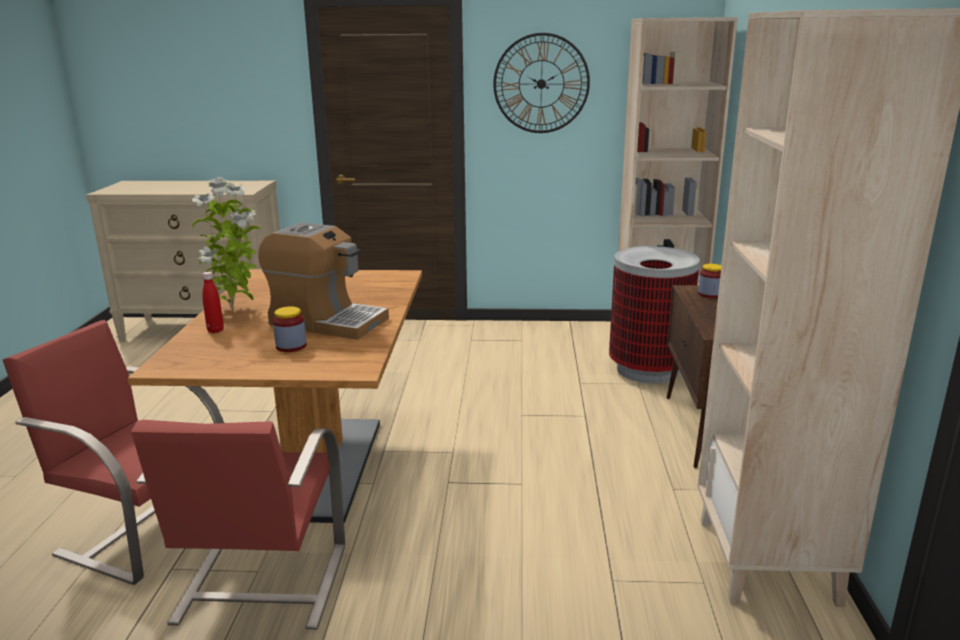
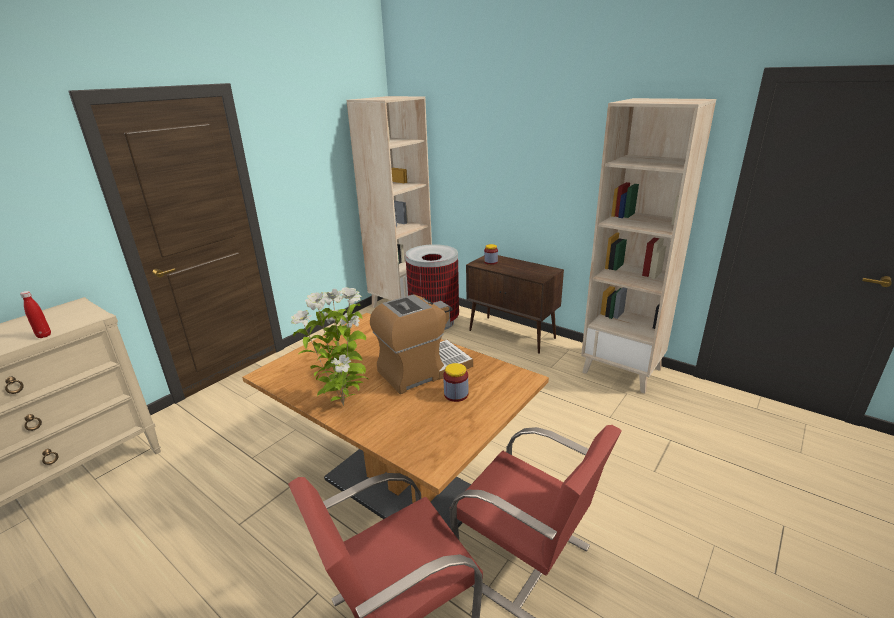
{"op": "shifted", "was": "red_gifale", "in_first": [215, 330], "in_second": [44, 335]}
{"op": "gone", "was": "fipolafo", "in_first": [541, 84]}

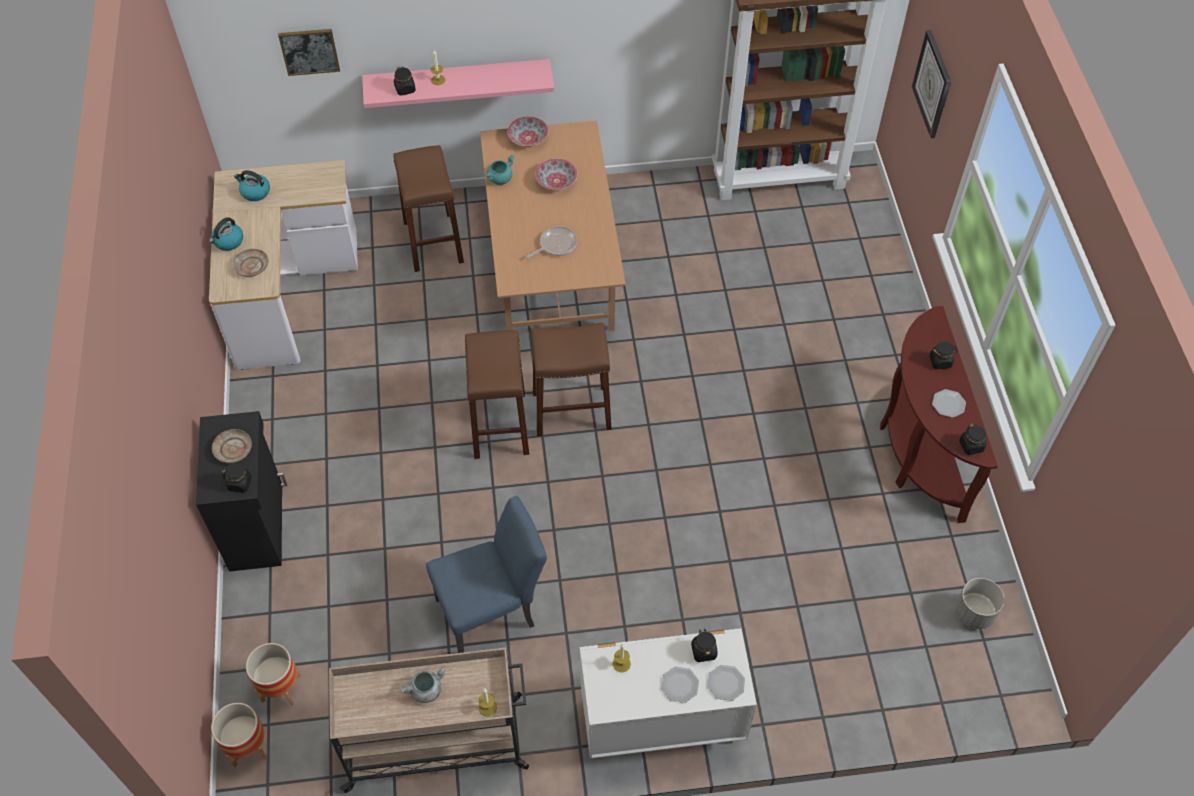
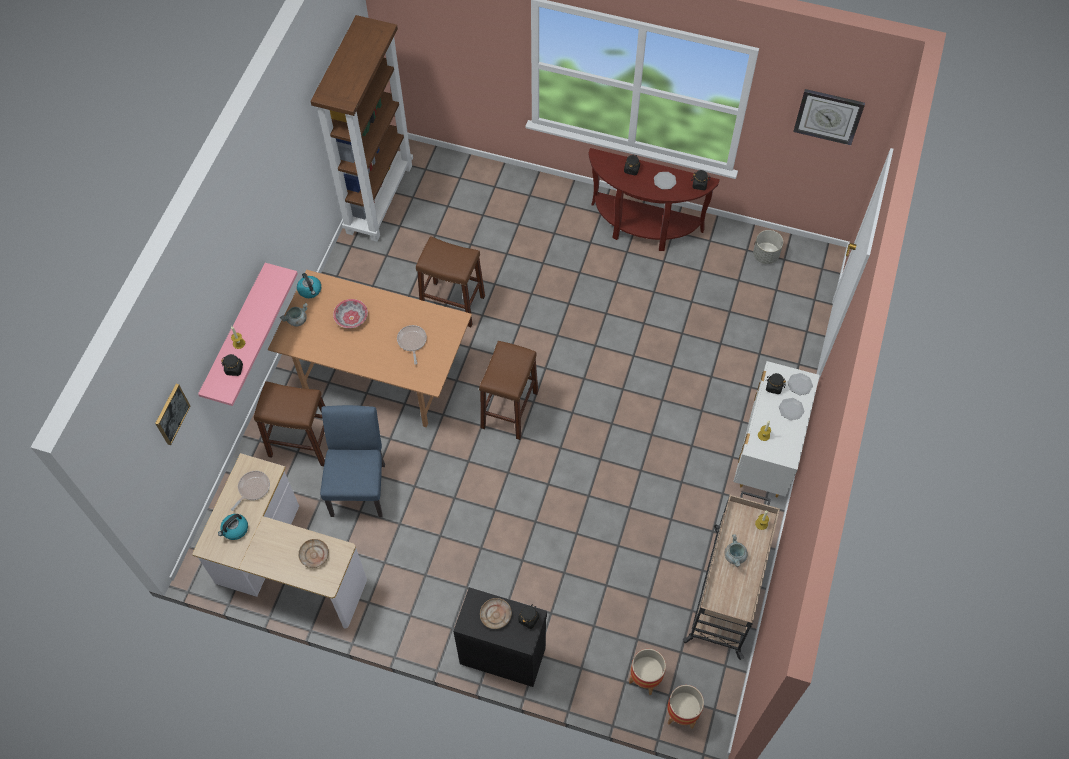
{"op": "shifted", "was": "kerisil", "in_first": [228, 242], "in_second": [310, 290]}
{"op": "shifted", "was": "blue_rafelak", "in_first": [493, 610], "in_second": [359, 484]}
{"op": "shifted", "was": "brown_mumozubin", "in_first": [500, 425], "in_second": [453, 304]}
{"op": "gone", "was": "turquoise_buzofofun", "in_first": [500, 178]}
{"op": "swapped", "was": "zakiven", "now": "grey_buzofofun", "in_first": [528, 139], "in_second": [297, 320]}
{"op": "shifted", "was": "fipolafo", "in_first": [932, 84], "in_second": [828, 116]}
{"op": "new", "now": "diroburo", "in_second": [252, 488]}

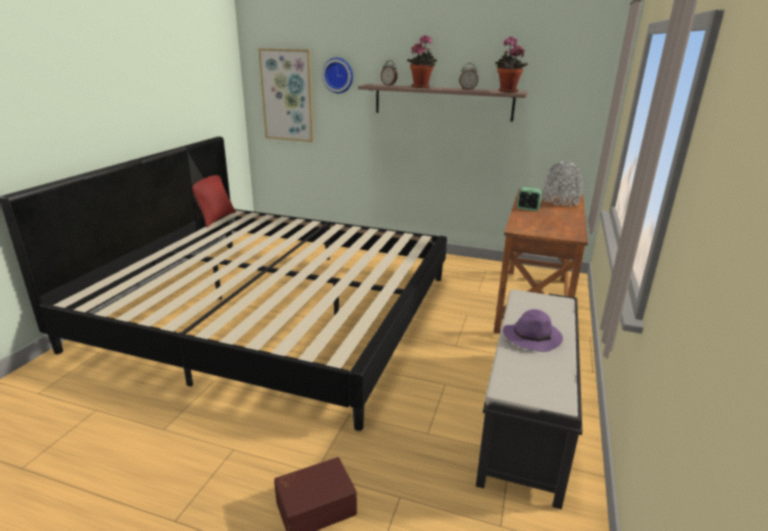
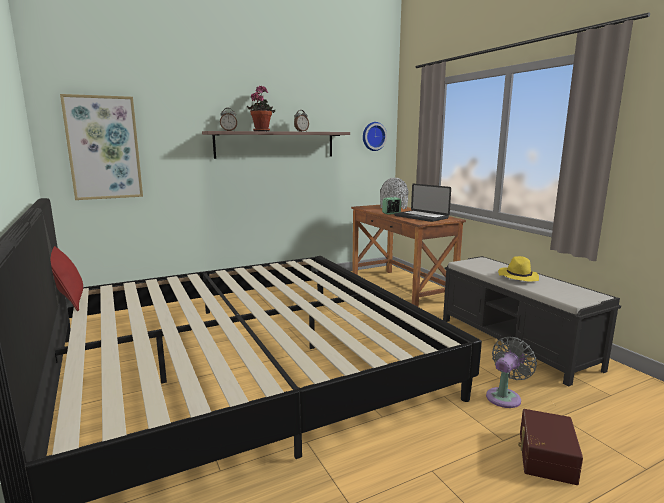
{"op": "shifted", "was": "fipolafo", "in_first": [338, 75], "in_second": [373, 136]}
{"op": "gone", "was": "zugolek", "in_first": [506, 91]}
{"op": "repainted", "was": "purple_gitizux", "now": "yellow_gitizux", "in_first": [532, 337], "in_second": [518, 277]}
{"op": "new", "now": "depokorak", "in_second": [421, 217]}
{"op": "new", "now": "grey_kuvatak", "in_second": [505, 396]}

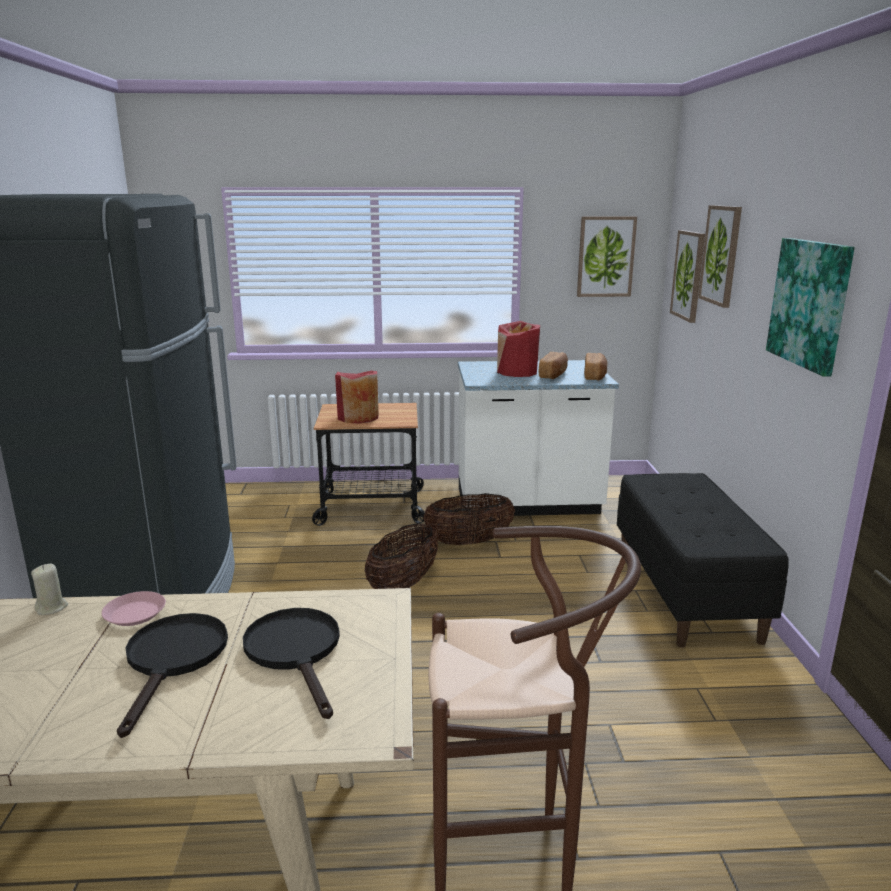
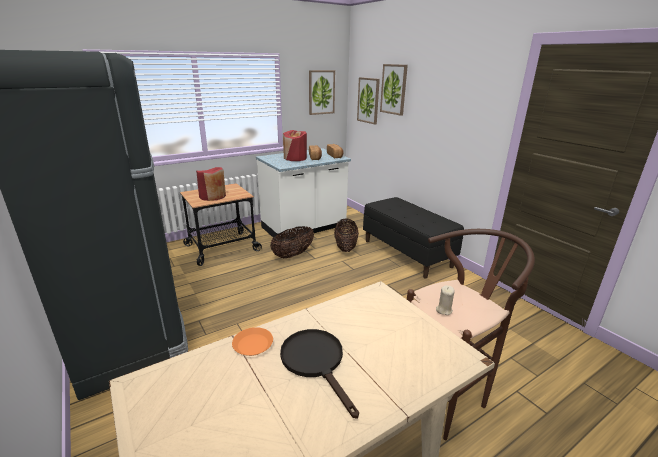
{"op": "shifted", "was": "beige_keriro", "in_first": [52, 608], "in_second": [443, 310]}
{"op": "repainted", "was": "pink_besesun", "now": "orange_besesun", "in_first": [134, 613], "in_second": [252, 344]}
{"op": "gone", "was": "black_diroburo", "in_first": [296, 652]}
{"op": "shifted", "was": "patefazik", "in_first": [403, 584], "in_second": [345, 247]}
{"op": "gone", "was": "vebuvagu", "in_first": [810, 303]}

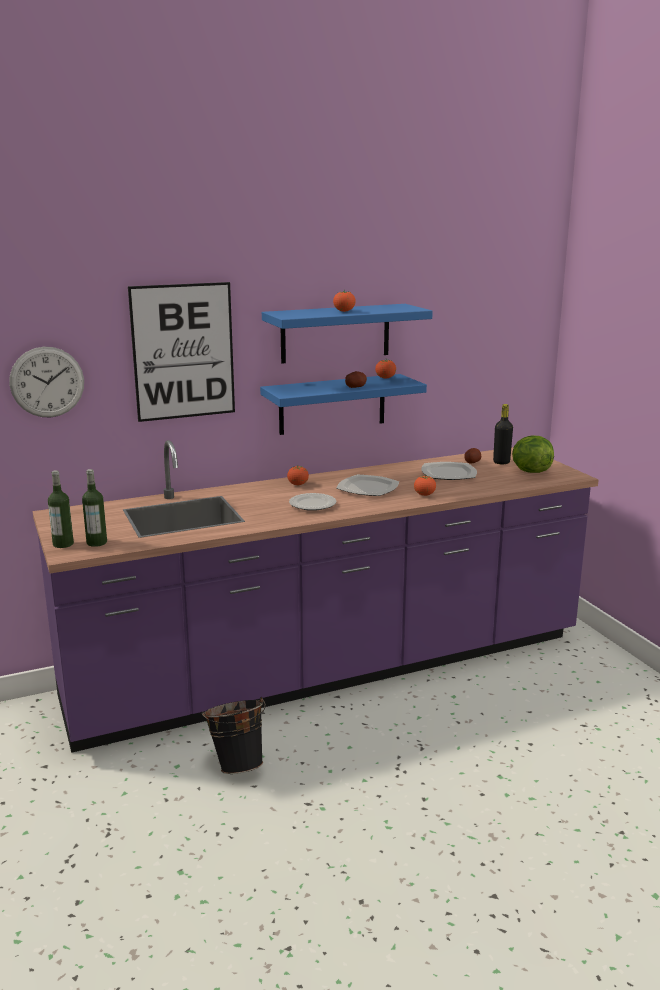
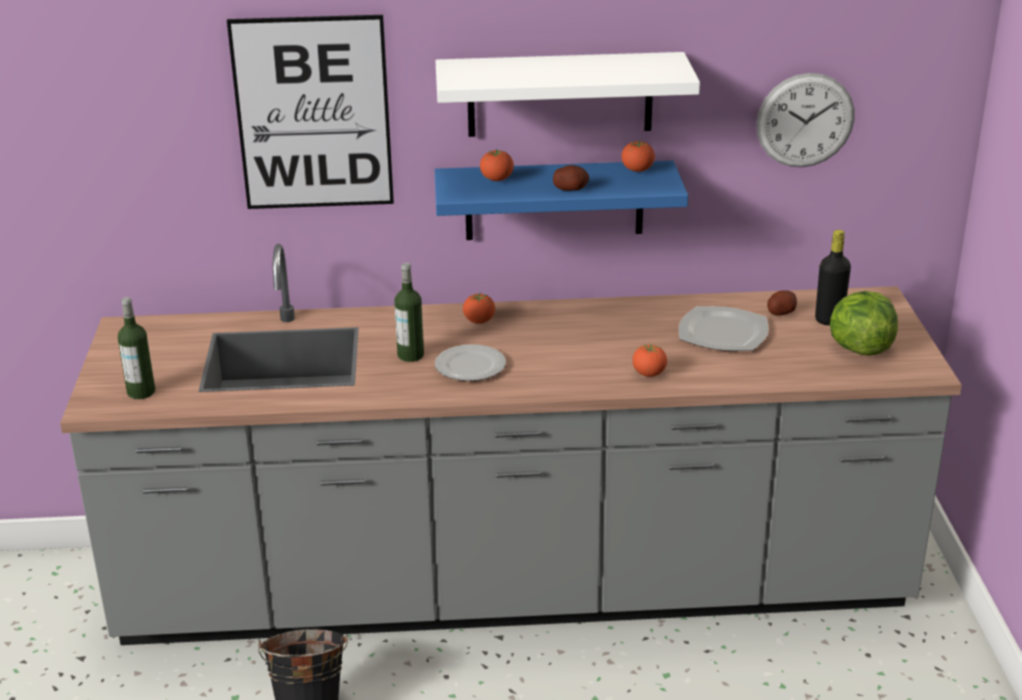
{"op": "shifted", "was": "fipolafo", "in_first": [47, 382], "in_second": [805, 120]}
{"op": "repainted", "was": "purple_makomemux", "now": "grey_makomemux", "in_first": [330, 670], "in_second": [514, 589]}
{"op": "shifted", "was": "gifale", "in_first": [63, 544], "in_second": [410, 355]}
{"op": "repainted", "was": "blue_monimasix", "now": "white_monimasix", "in_first": [335, 333], "in_second": [560, 94]}
{"op": "shifted", "was": "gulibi", "in_first": [344, 311], "in_second": [497, 180]}
{"op": "gone", "was": "besesun", "in_first": [367, 488]}

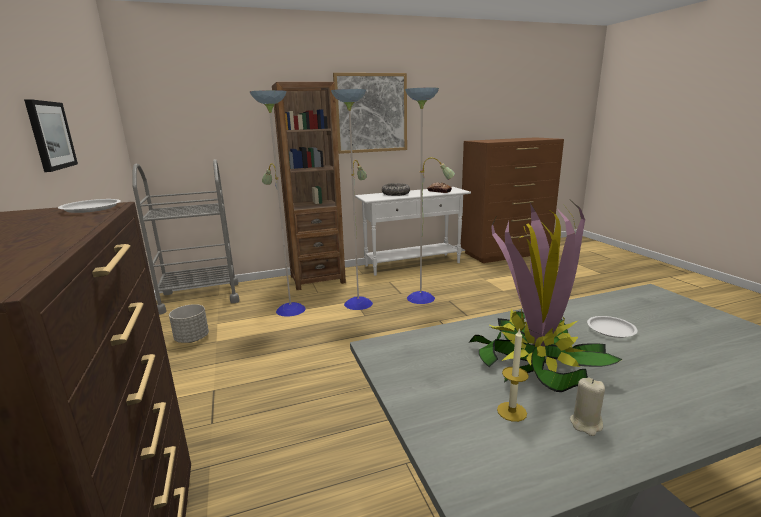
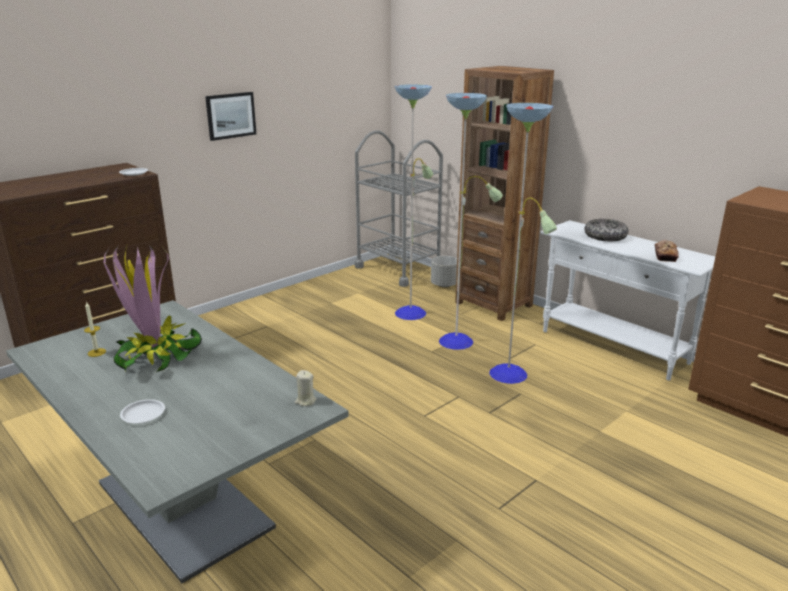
{"op": "shifted", "was": "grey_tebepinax", "in_first": [192, 339], "in_second": [444, 285]}
{"op": "gone", "was": "vebuvagu", "in_first": [371, 113]}
{"op": "shifted", "was": "beige_keriro", "in_first": [586, 424], "in_second": [305, 401]}
{"op": "shifted", "was": "white_besesun", "in_first": [611, 329], "in_second": [143, 414]}

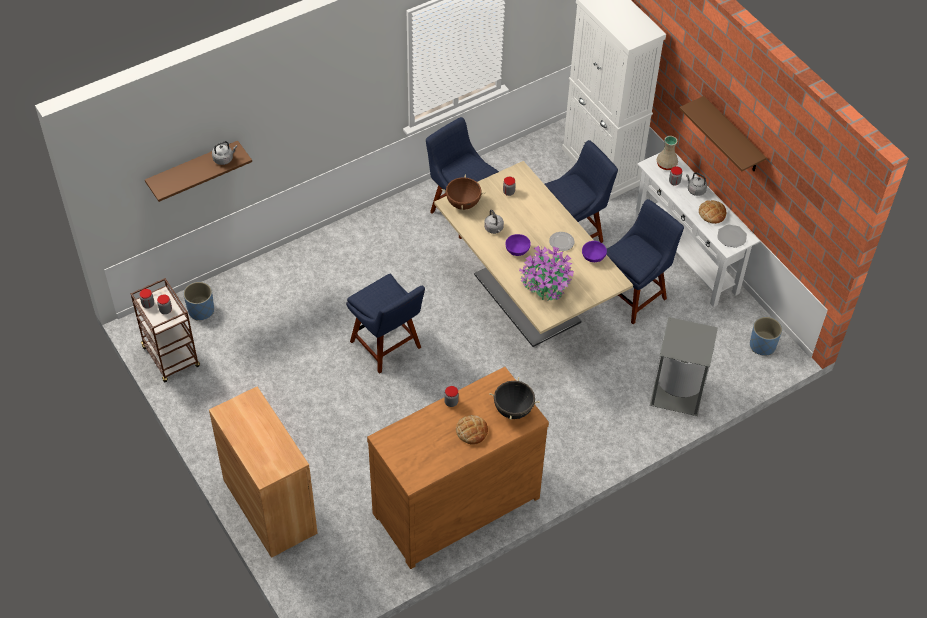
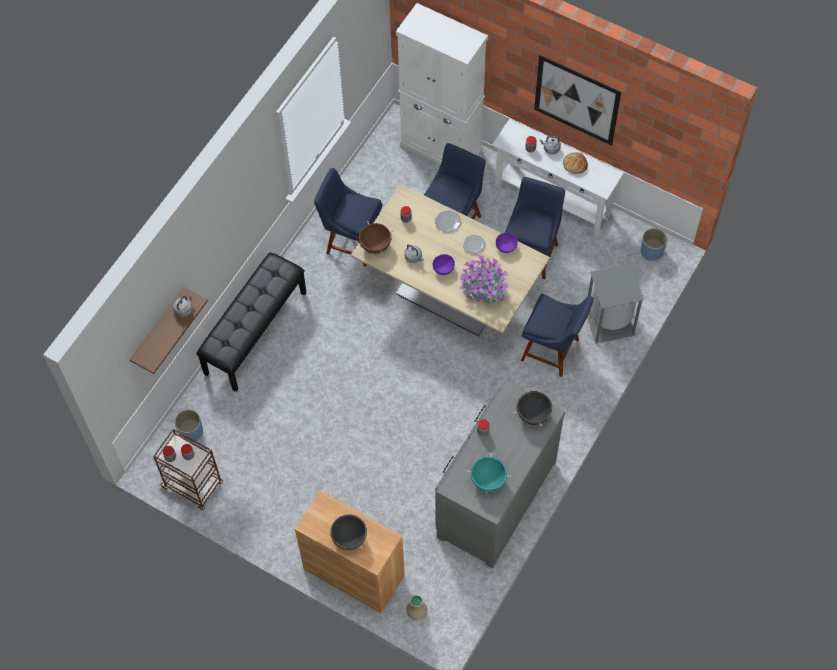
{"op": "shifted", "was": "blue_rafelak", "in_first": [387, 347], "in_second": [553, 351]}
{"op": "repainted", "was": "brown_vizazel", "now": "grey_vizazel", "in_first": [454, 503], "in_second": [494, 498]}
{"op": "gone", "was": "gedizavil", "in_first": [471, 431]}
{"op": "shifted", "was": "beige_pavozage", "in_first": [666, 165], "in_second": [417, 612]}
{"op": "swapped", "was": "brown_monimasix", "now": "vebuvagu", "in_first": [732, 136], "in_second": [576, 100]}
{"op": "shifted", "was": "besesun", "in_first": [731, 236], "in_second": [448, 222]}
{"op": "new", "now": "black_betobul", "in_second": [255, 332]}
{"op": "new", "now": "black_buzofofun", "in_second": [349, 538]}
{"op": "new", "now": "turquoise_buzofofun", "in_second": [488, 480]}

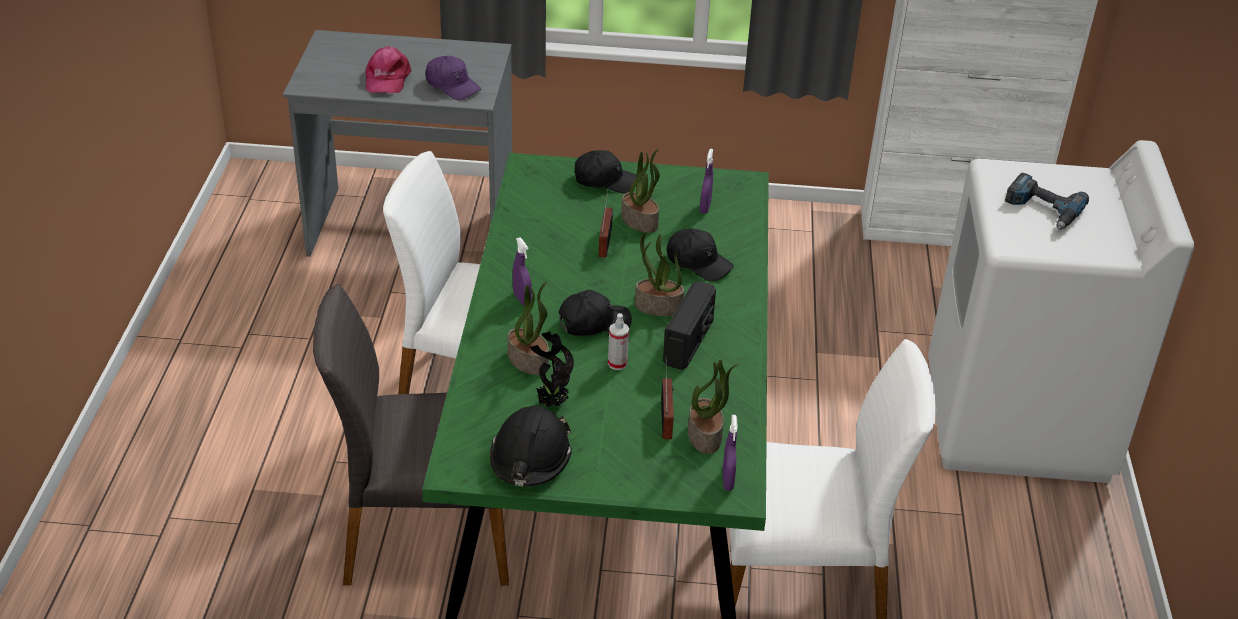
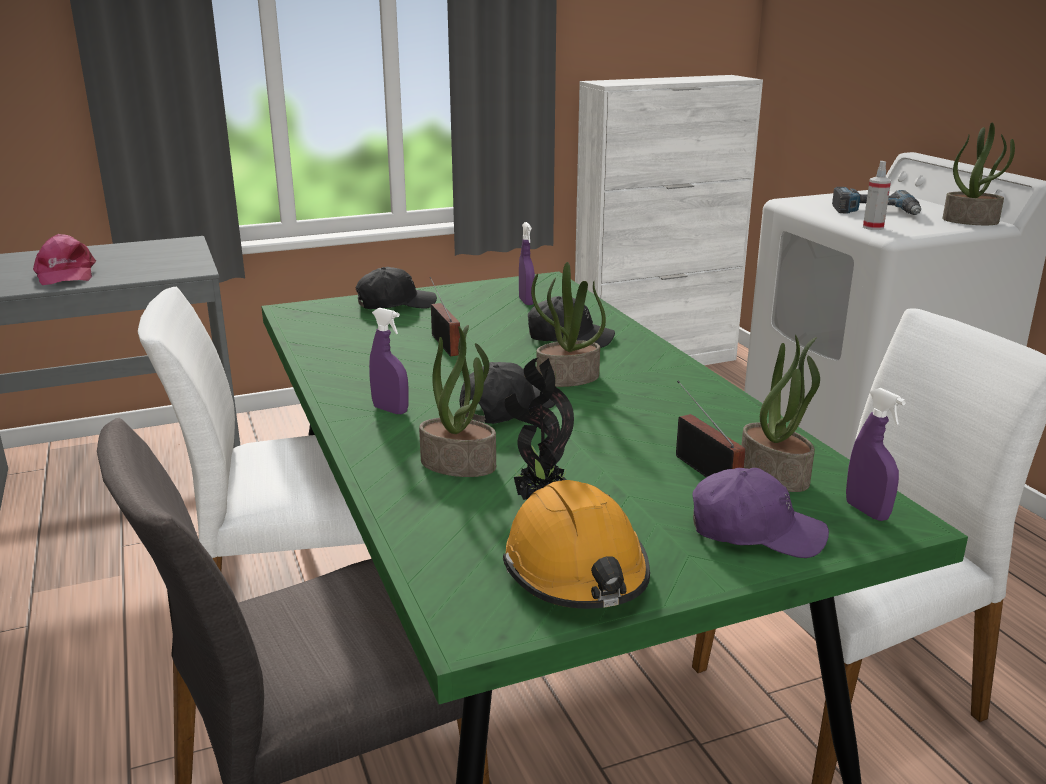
{"op": "shifted", "was": "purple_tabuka", "in_first": [452, 86], "in_second": [755, 531]}
{"op": "repainted", "was": "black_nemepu", "now": "orange_nemepu", "in_first": [530, 458], "in_second": [576, 571]}
{"op": "shifted", "was": "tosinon", "in_first": [617, 363], "in_second": [873, 227]}
{"op": "shifted", "was": "zugolek", "in_first": [640, 221], "in_second": [971, 221]}
{"op": "gone", "was": "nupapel", "in_first": [689, 342]}

